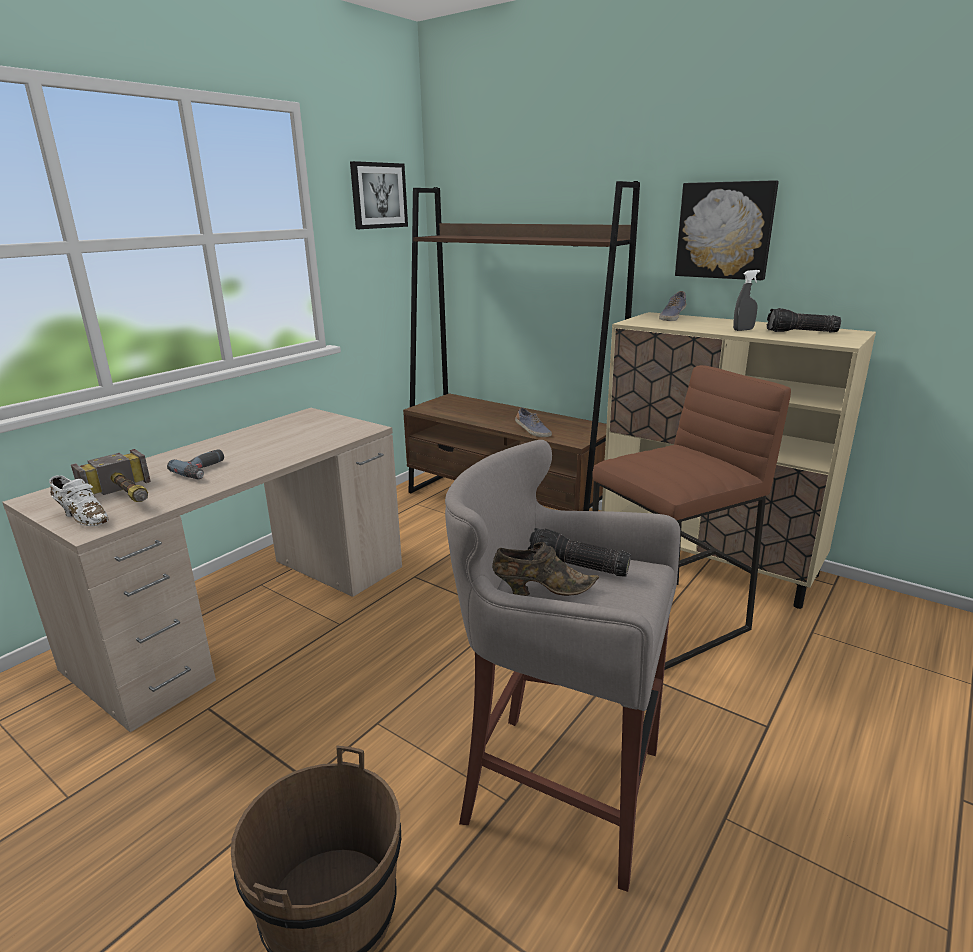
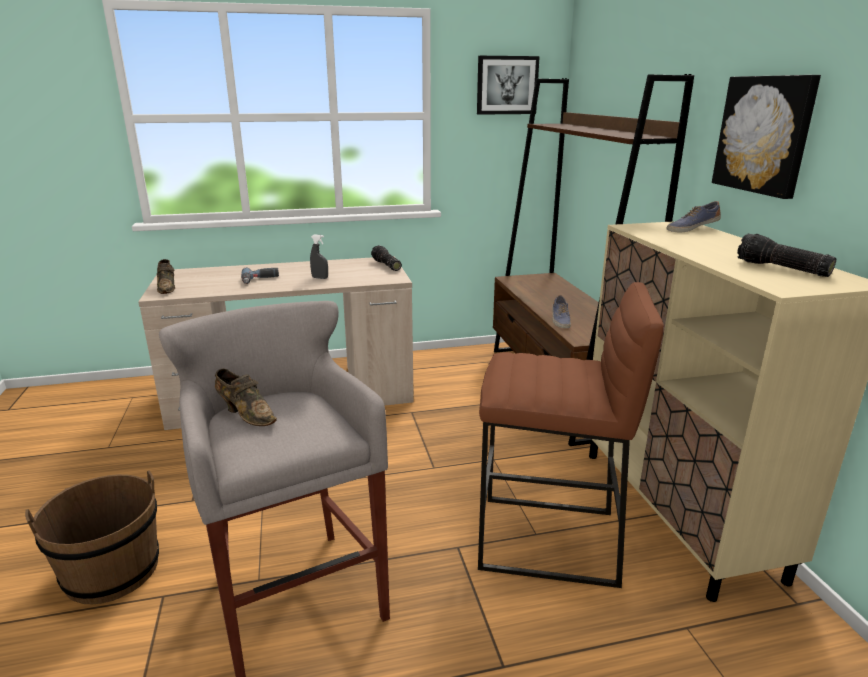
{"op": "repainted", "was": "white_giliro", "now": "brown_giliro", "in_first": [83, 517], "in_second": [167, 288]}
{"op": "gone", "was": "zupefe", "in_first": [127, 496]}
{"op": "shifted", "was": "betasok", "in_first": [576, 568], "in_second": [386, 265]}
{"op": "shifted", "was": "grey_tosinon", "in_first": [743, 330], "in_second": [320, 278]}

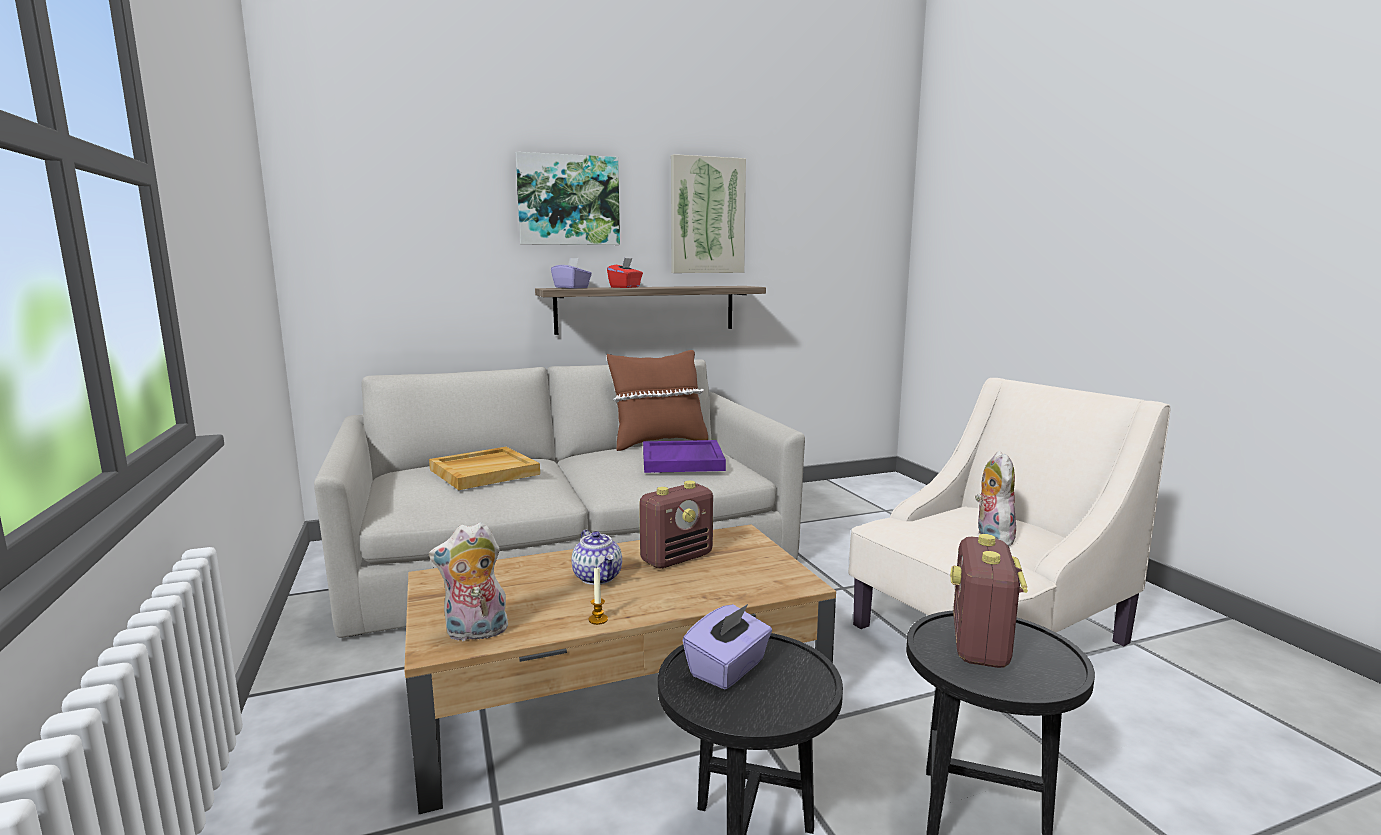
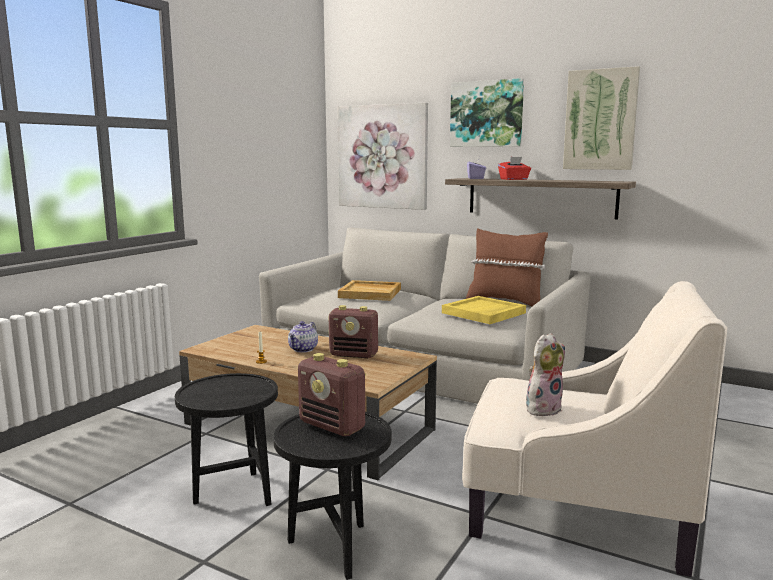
{"op": "gone", "was": "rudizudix", "in_first": [475, 633]}
{"op": "repainted", "was": "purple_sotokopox", "now": "yellow_sotokopox", "in_first": [683, 460], "in_second": [483, 313]}
{"op": "gone", "was": "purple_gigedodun", "in_first": [728, 668]}
{"op": "rotated", "was": "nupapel", "in_first": [980, 645], "in_second": [332, 426], "clockwise": -120}
{"op": "new", "now": "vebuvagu", "in_second": [382, 156]}

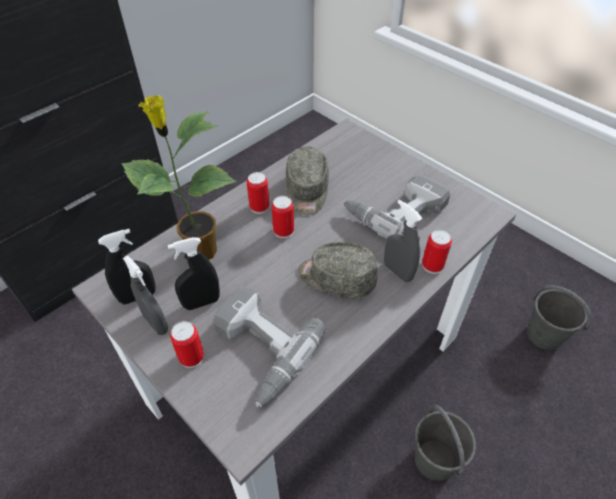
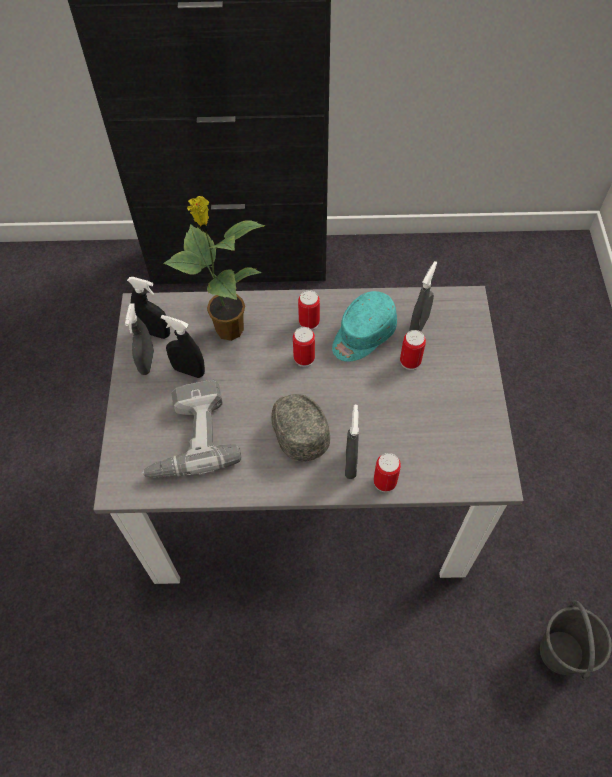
{"op": "shifted", "was": "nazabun", "in_first": [191, 357], "in_second": [410, 361]}
{"op": "repainted", "was": "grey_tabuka", "now": "turquoise_tabuka", "in_first": [307, 191], "in_second": [362, 335]}
{"op": "gone", "was": "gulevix", "in_first": [395, 212]}
{"op": "gone", "was": "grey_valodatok", "in_first": [434, 461]}
{"op": "new", "now": "grey_tosinon", "in_second": [419, 325]}

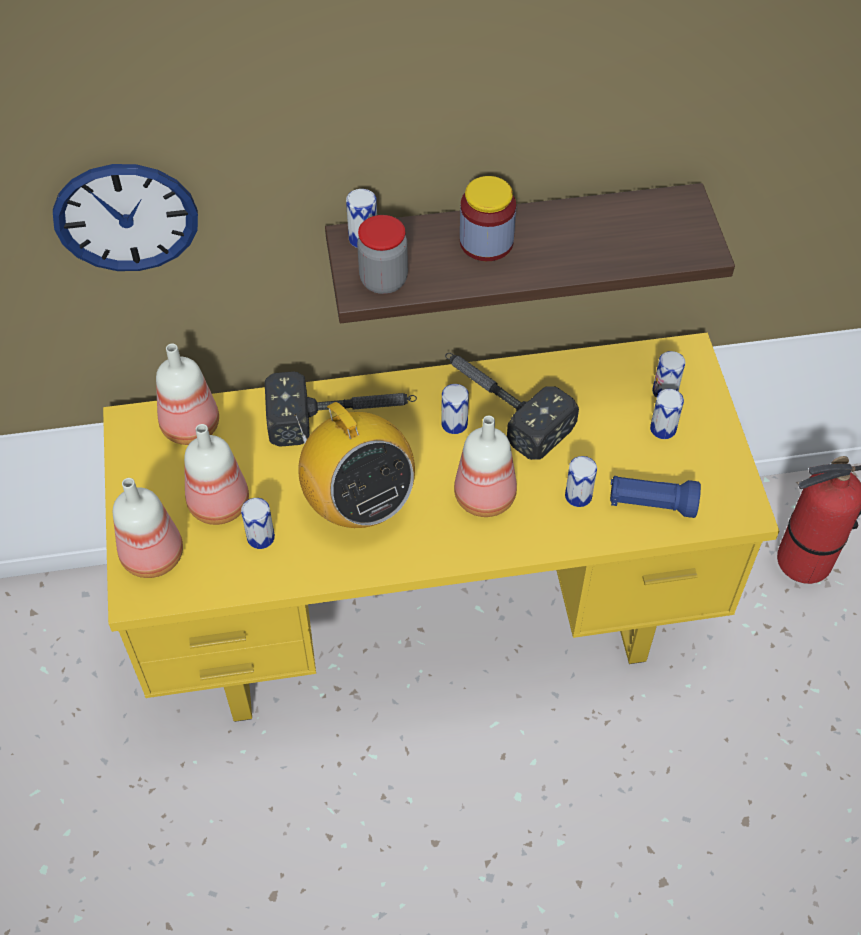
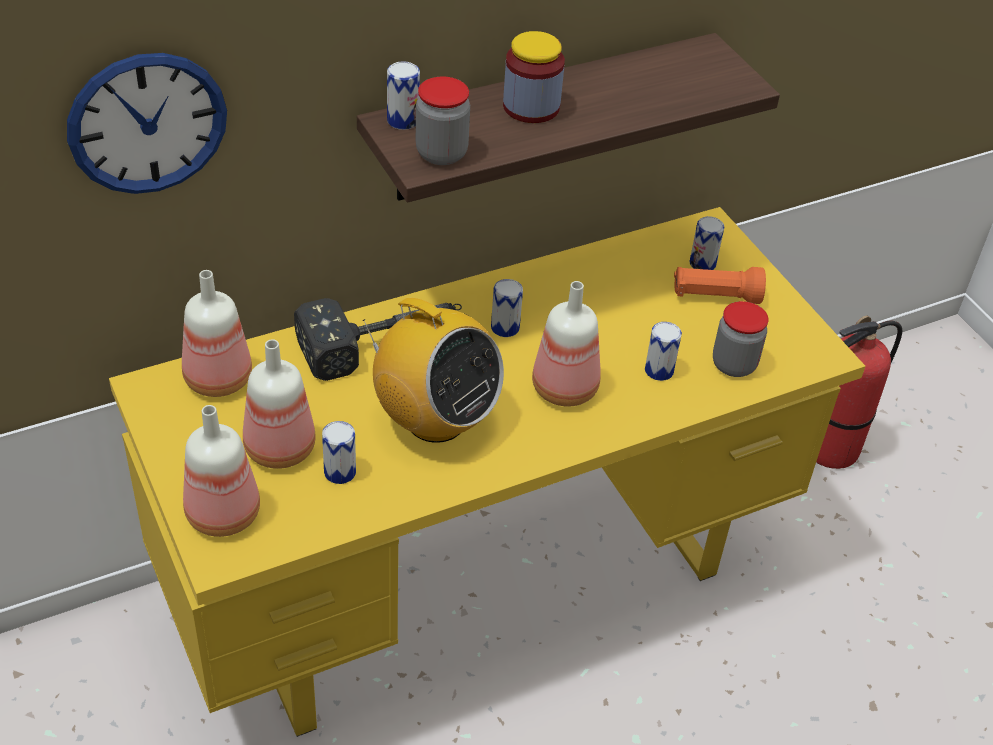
{"op": "gone", "was": "zupefe", "in_first": [500, 405]}
{"op": "swapped", "was": "blue_betasok", "now": "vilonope", "in_first": [651, 504], "in_second": [734, 364]}
{"op": "swapped", "was": "nazabun", "now": "orange_betasok", "in_first": [663, 428], "in_second": [715, 296]}

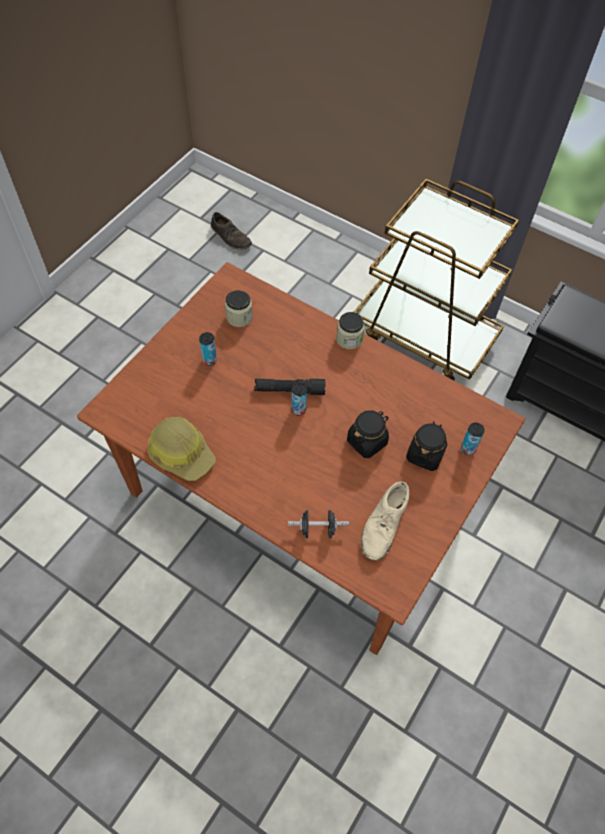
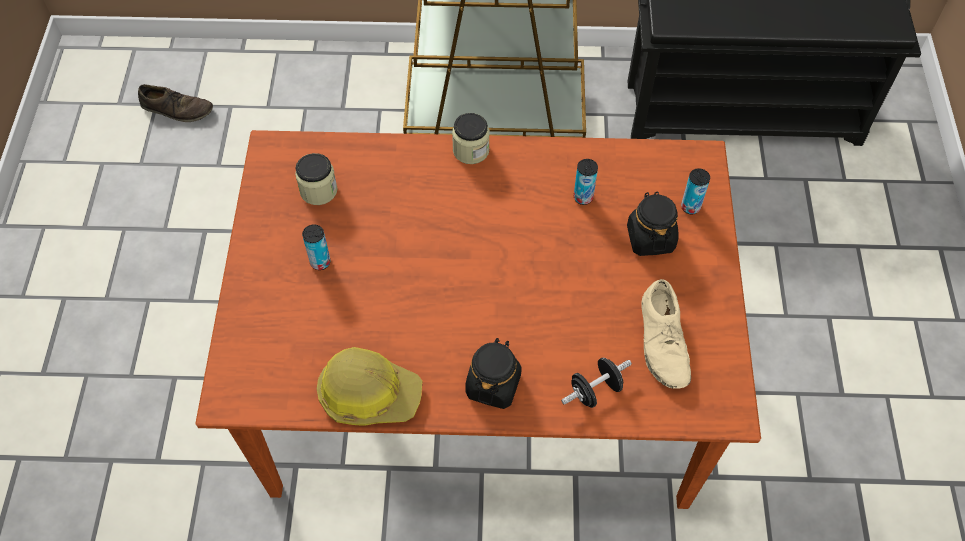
{"op": "gone", "was": "black_betasok", "in_first": [289, 390]}
{"op": "shifted", "was": "nazabun", "in_first": [298, 410], "in_second": [583, 197]}
{"op": "shifted", "was": "black_vilonope", "in_first": [367, 441], "in_second": [493, 385]}

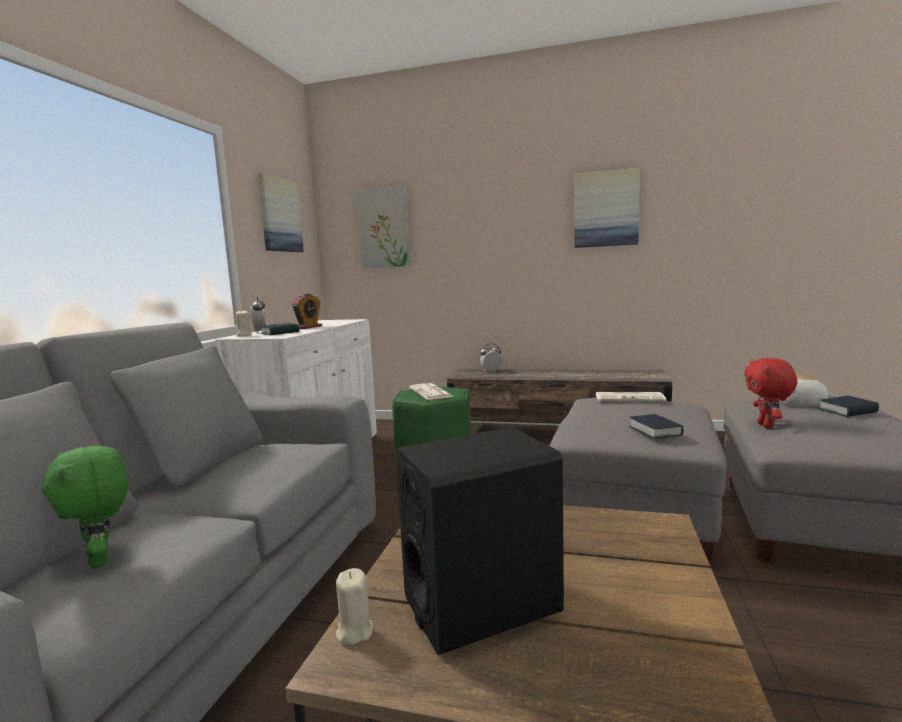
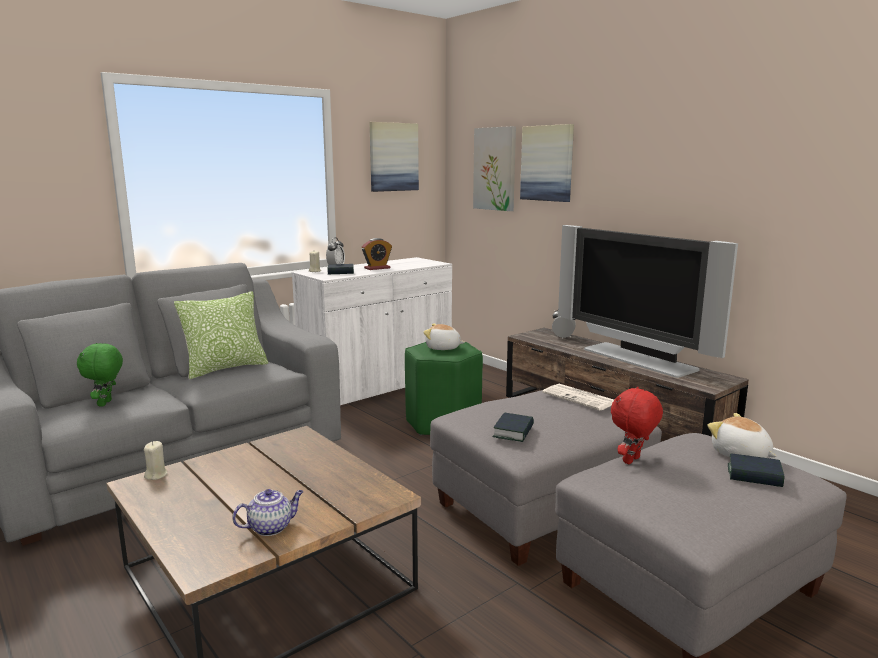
{"op": "gone", "was": "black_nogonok", "in_first": [482, 604]}
{"op": "swapped", "was": "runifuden", "now": "rudizudix", "in_first": [431, 392], "in_second": [443, 348]}
{"op": "shifted", "was": "vebuvagu", "in_first": [606, 209], "in_second": [547, 163]}
{"op": "new", "now": "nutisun", "in_second": [226, 368]}
{"op": "new", "now": "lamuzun", "in_second": [271, 527]}
{"op": "new", "now": "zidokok", "in_second": [637, 360]}

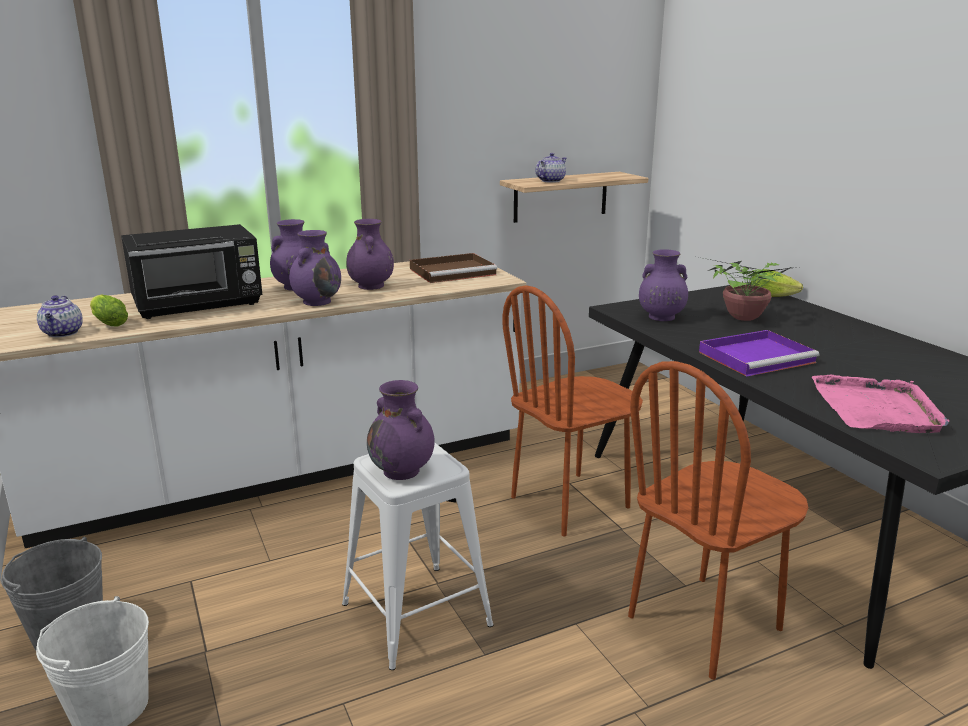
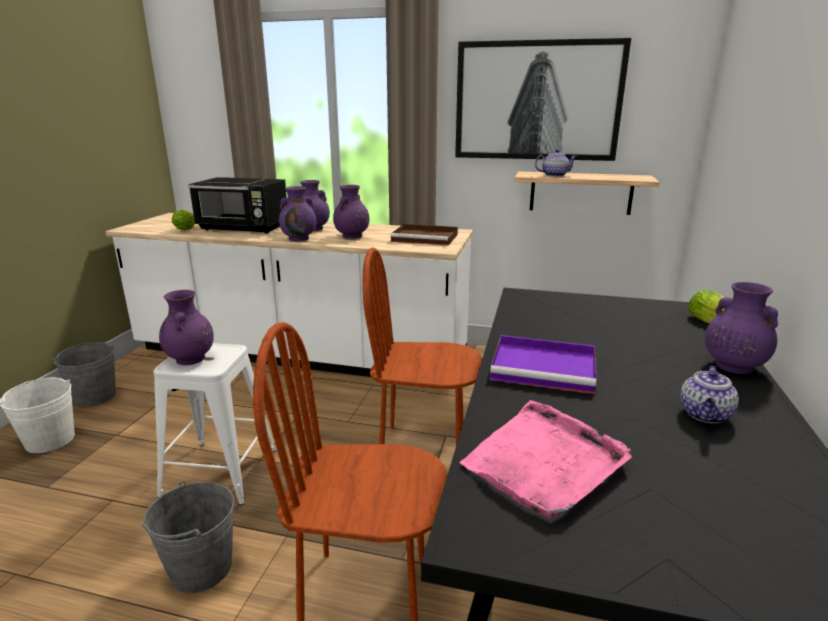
{"op": "shifted", "was": "lamuzun", "in_first": [63, 333], "in_second": [705, 415]}
{"op": "shifted", "was": "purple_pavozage", "in_first": [660, 317], "in_second": [732, 366]}
{"op": "gone", "was": "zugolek", "in_first": [741, 316]}
{"op": "new", "now": "grey_valodatok", "in_second": [201, 568]}
{"op": "new", "now": "vebuvagu", "in_second": [537, 101]}

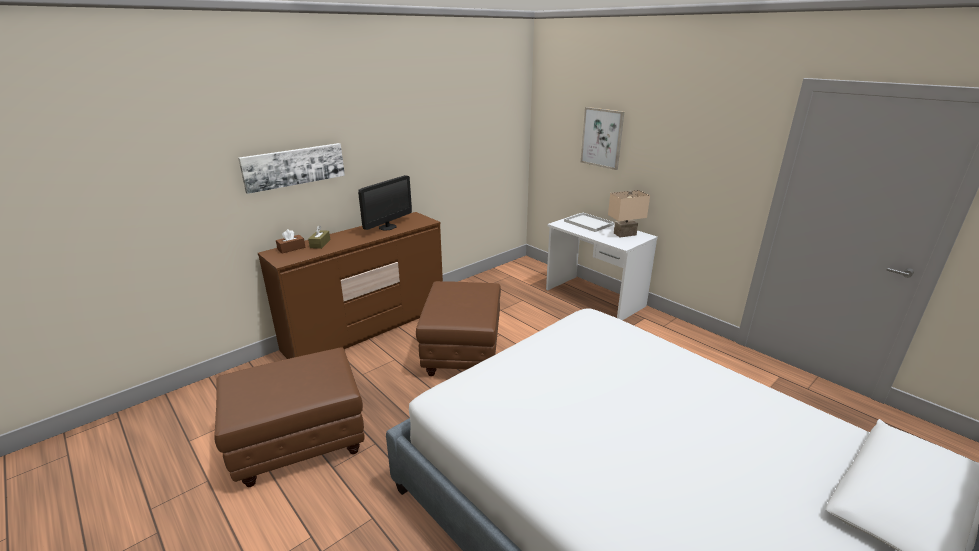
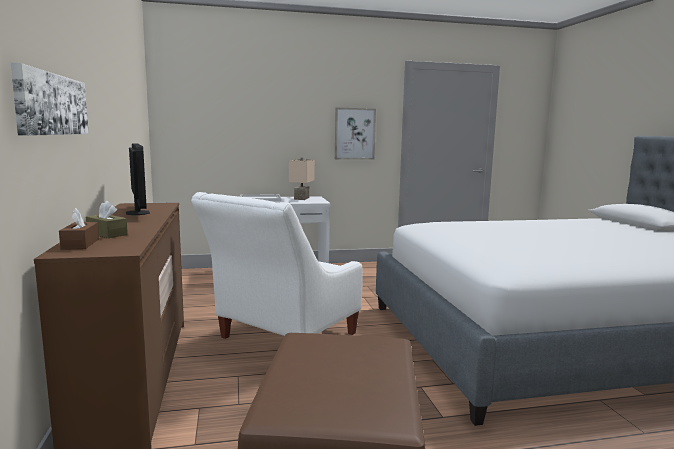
{"op": "swapped", "was": "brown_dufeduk", "now": "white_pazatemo", "in_first": [462, 353], "in_second": [282, 339]}
{"op": "shifted", "was": "vebuvagu", "in_first": [602, 138], "in_second": [354, 134]}

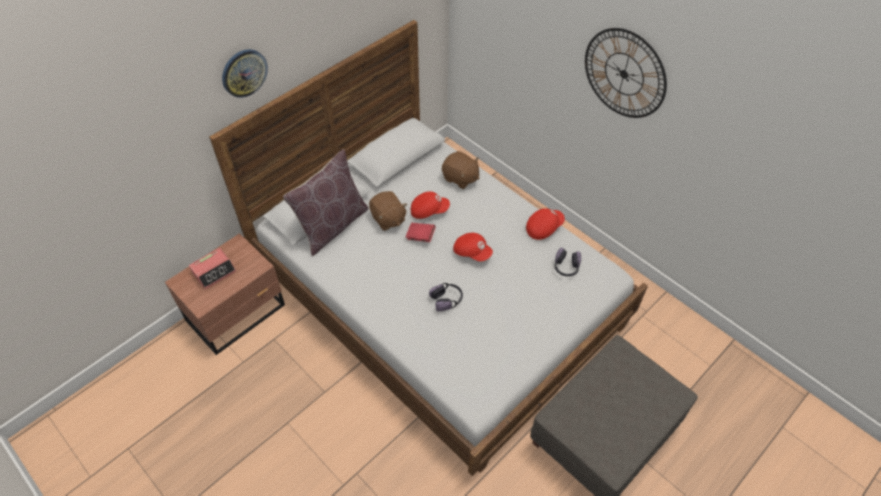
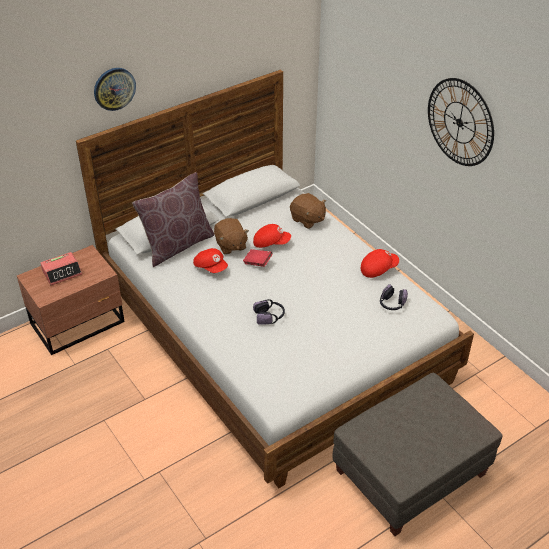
{"op": "shifted", "was": "red_tabuka", "in_first": [472, 252], "in_second": [211, 267]}

